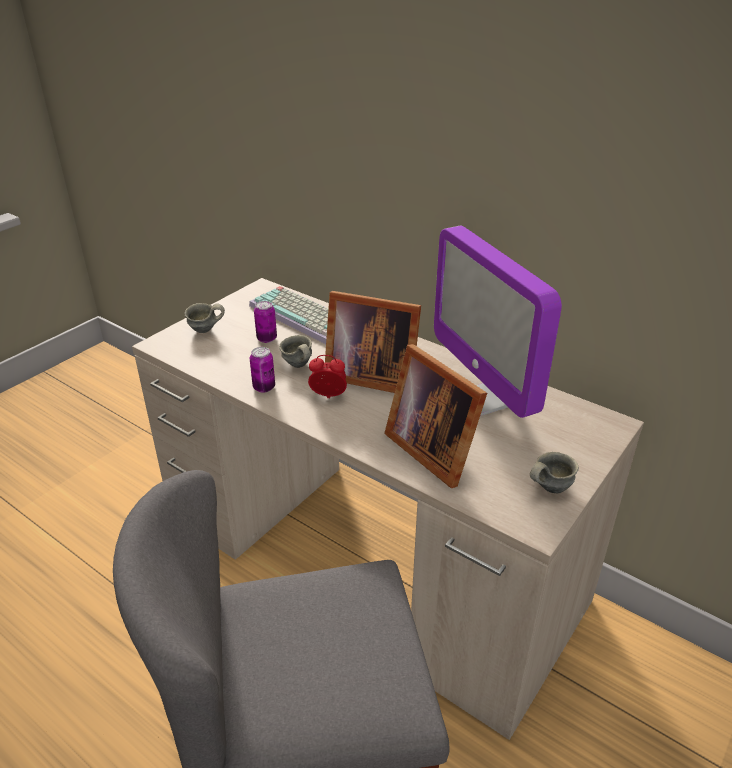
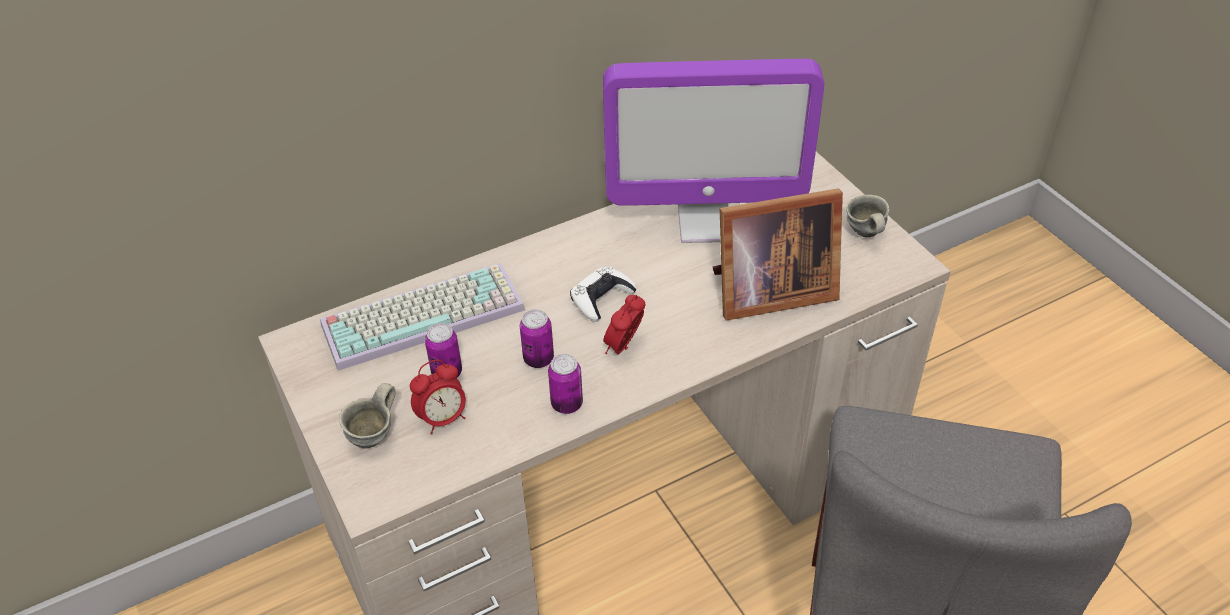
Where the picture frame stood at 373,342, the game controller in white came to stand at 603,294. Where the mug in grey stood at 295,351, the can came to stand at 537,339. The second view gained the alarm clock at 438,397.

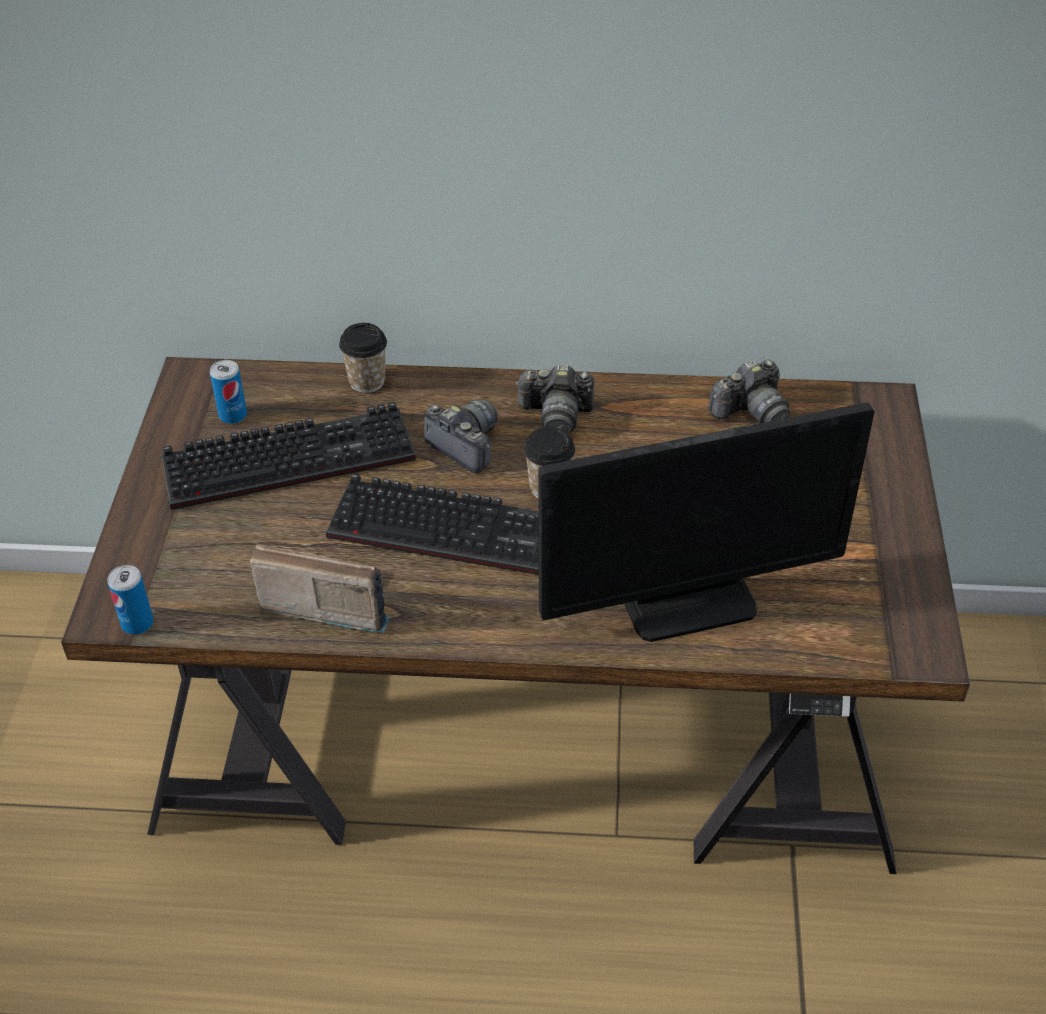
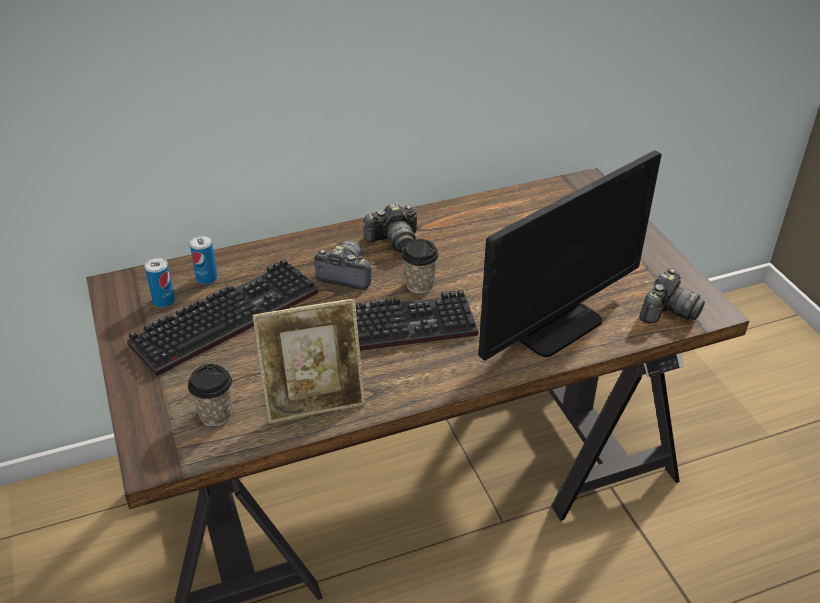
The cup ended up elsewhere, having gone from 363,358 to 210,395. The photo camera ended up elsewhere, having gone from 749,391 to 672,296. Where the radio stood at 319,588, the picture frame came to stand at 309,361. The can ended up elsewhere, having gone from 131,600 to 204,259.

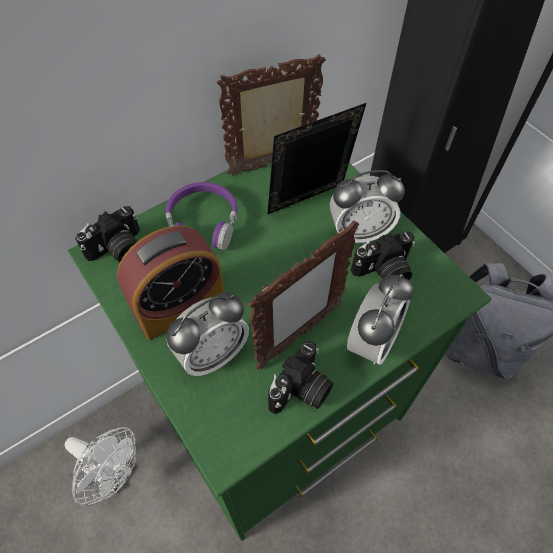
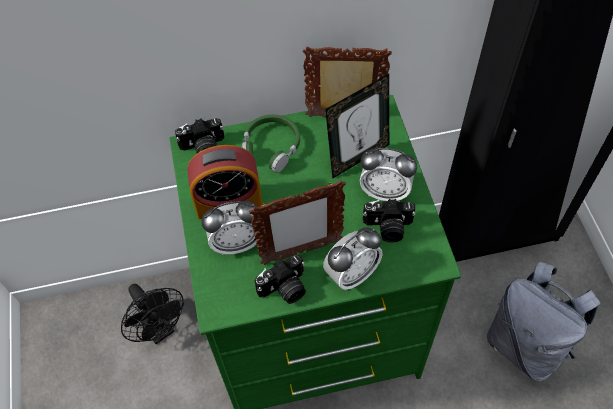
The picture frame at 316,159 ended up facing another way, 150 degrees clockwise from before. What was the headphones in purple at 201,216 turned into the headphones in green at 271,144. What was the fan in white at 100,466 turned into the fan in black at 152,314.

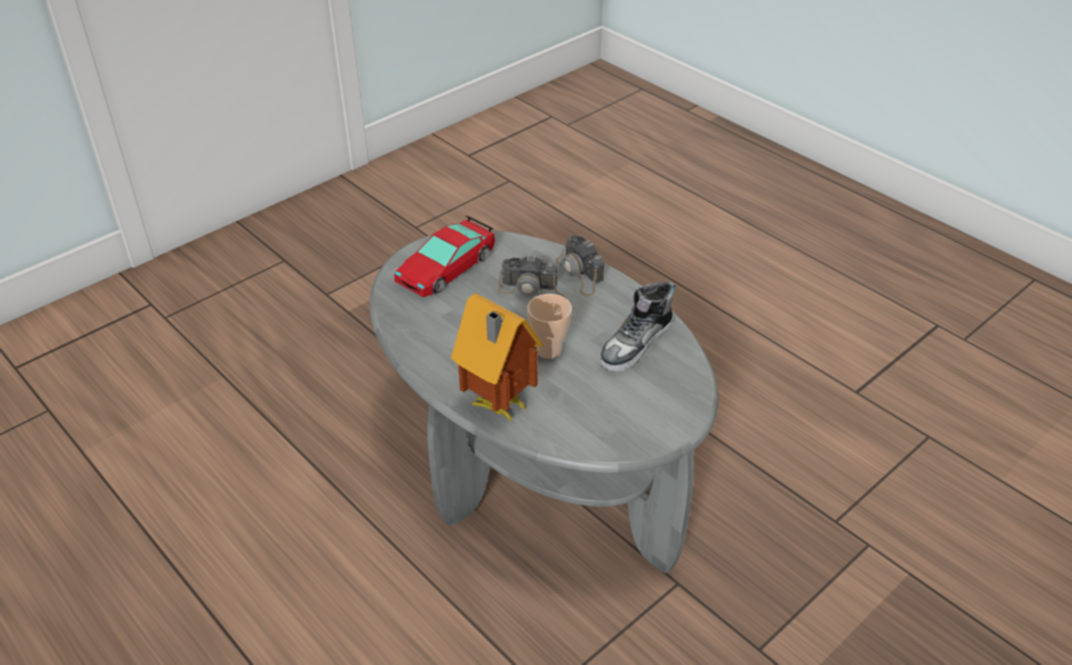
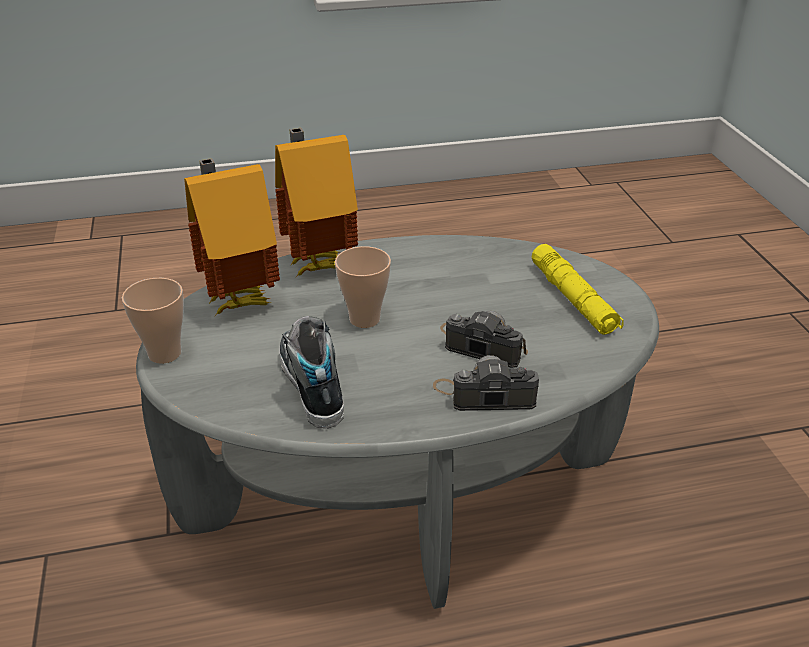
Where the toy car stood at 444,256, the flashlight in yellow came to stand at 578,289. The photo camera at 532,276 ended up facing another way, 75 degrees clockwise from before. The second view gained the toy house at 232,237. The second view gained the cup at 153,321.

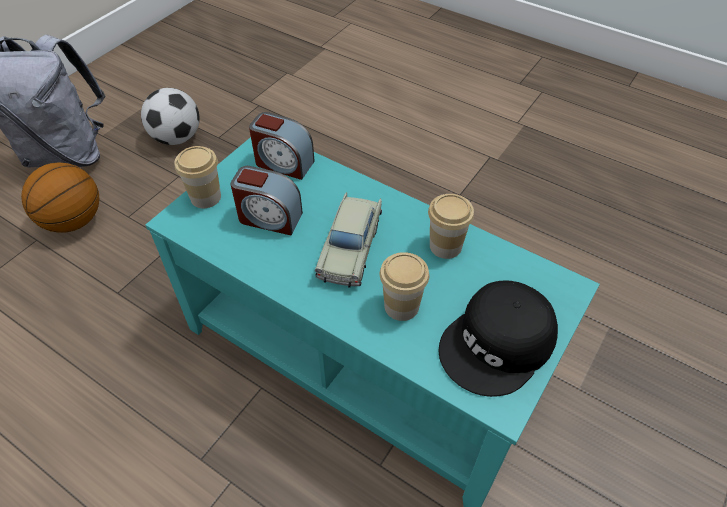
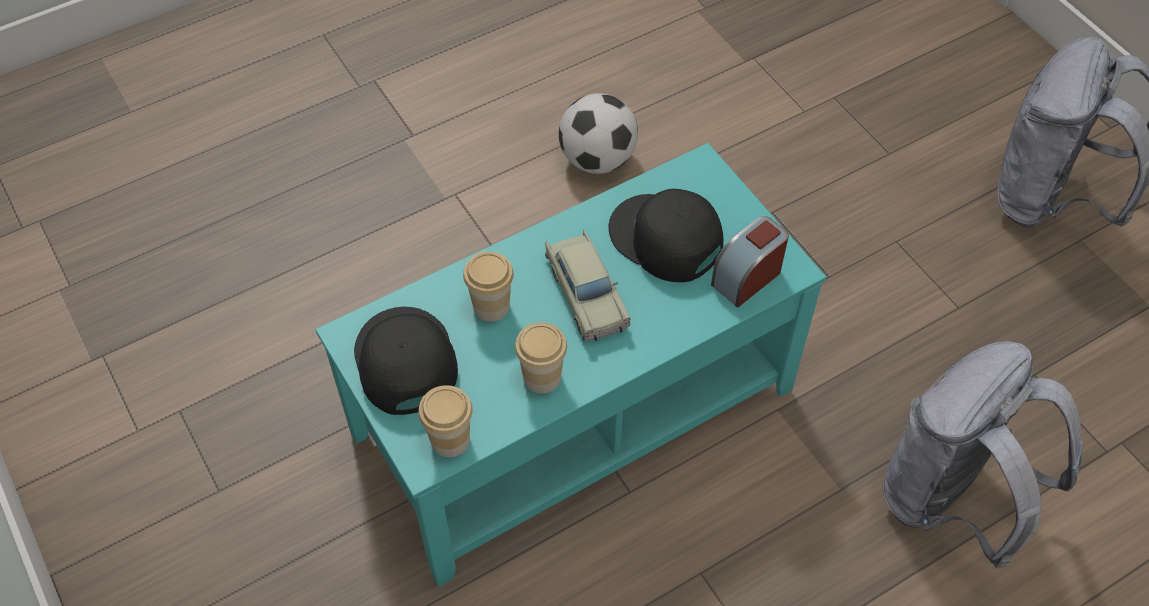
The football ended up elsewhere, having gone from 170,116 to 598,133. The cup ended up elsewhere, having gone from 197,177 to 445,421. The second view lost the basketball at 60,198. Where the alarm clock stood at 267,200, the cap in black came to stand at 666,235. The toy car in beige at 348,240 ended up facing another way, 150 degrees counterclockwise from before. The second view gained the backpack in grey at 983,454.

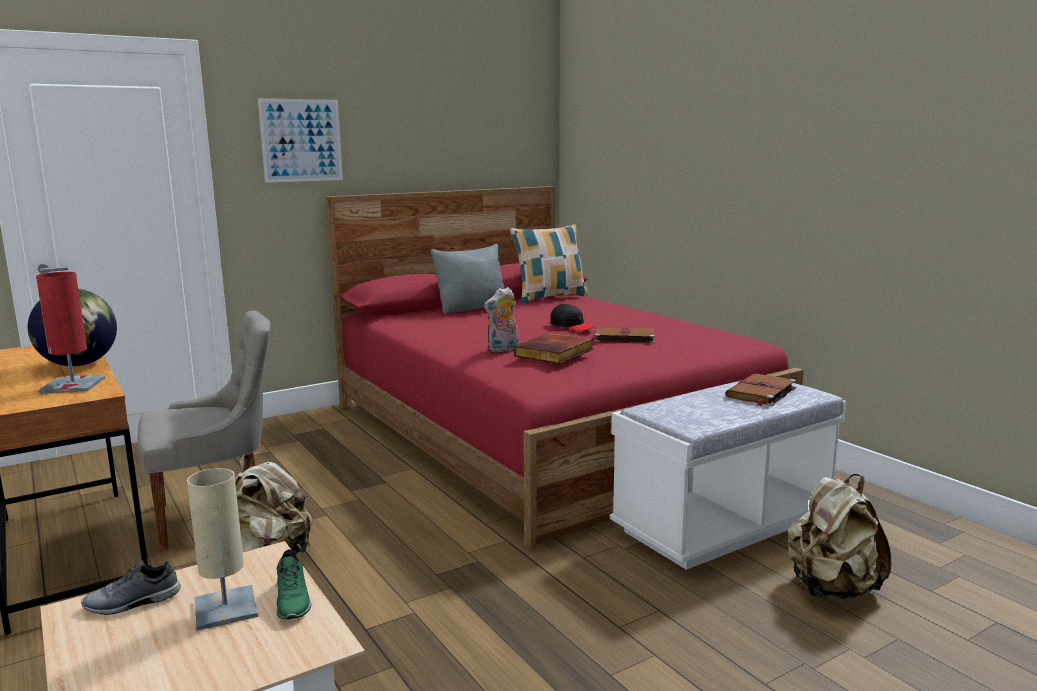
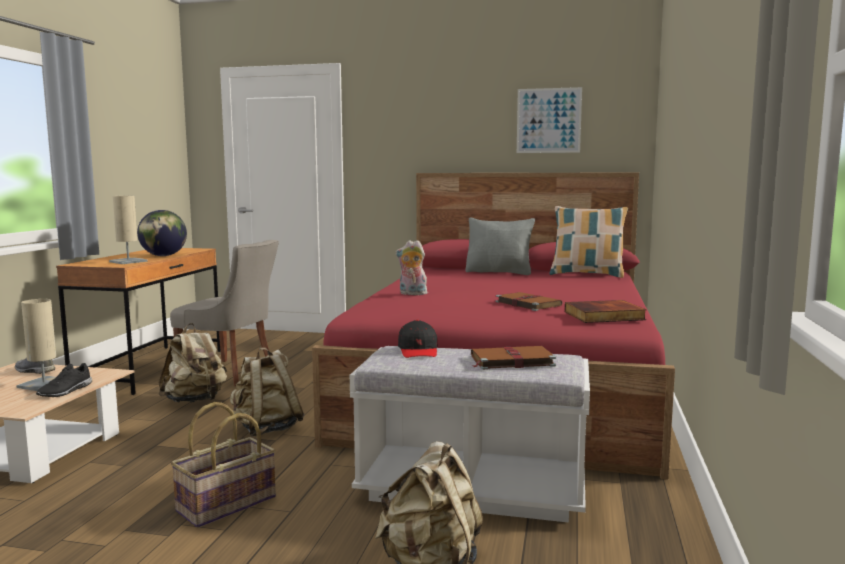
The picture ended up elsewhere, having gone from 300,140 to 549,120. What was the table lamp in red at 70,332 turned into the table lamp in beige at 128,230. The cap in black ended up elsewhere, having gone from 572,317 to 418,339. The book ended up elsewhere, having gone from 554,348 to 606,311. What was the shoe in green at 294,584 turned into the shoe in black at 64,380. The second view gained the backpack in beige at 267,391. The second view gained the basket at 223,465.

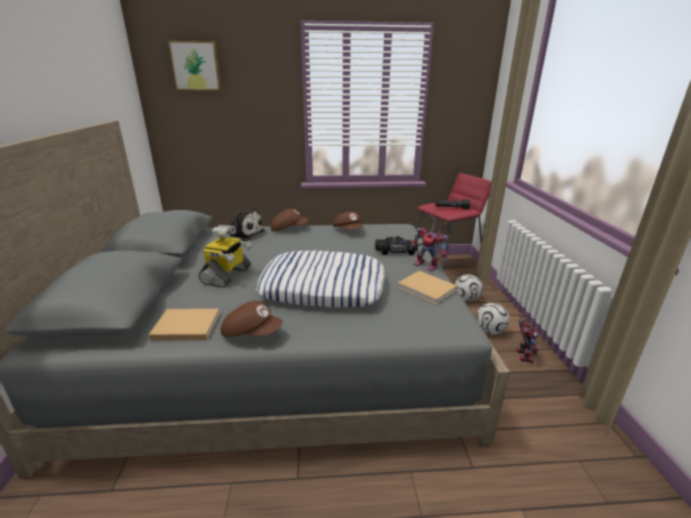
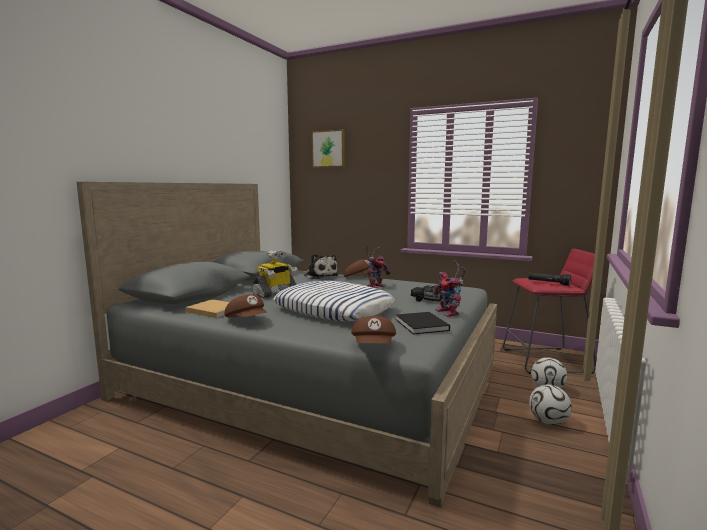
The cap in brown ended up elsewhere, having gone from 348,221 to 373,330. What was the book in beige at 427,288 turned into the book in black at 422,323. The toy robot ended up elsewhere, having gone from 528,338 to 378,267.

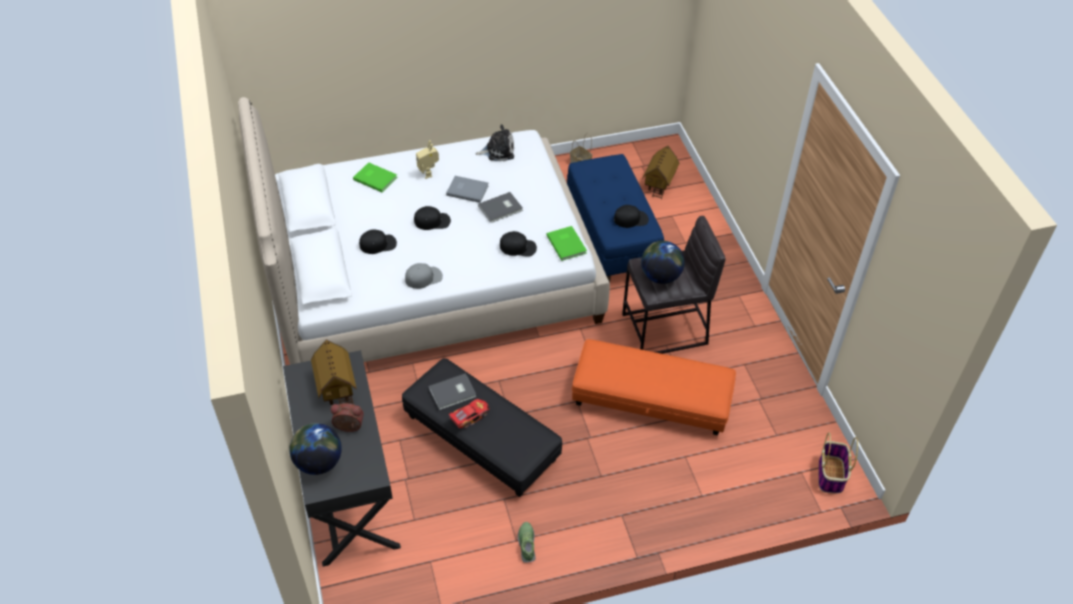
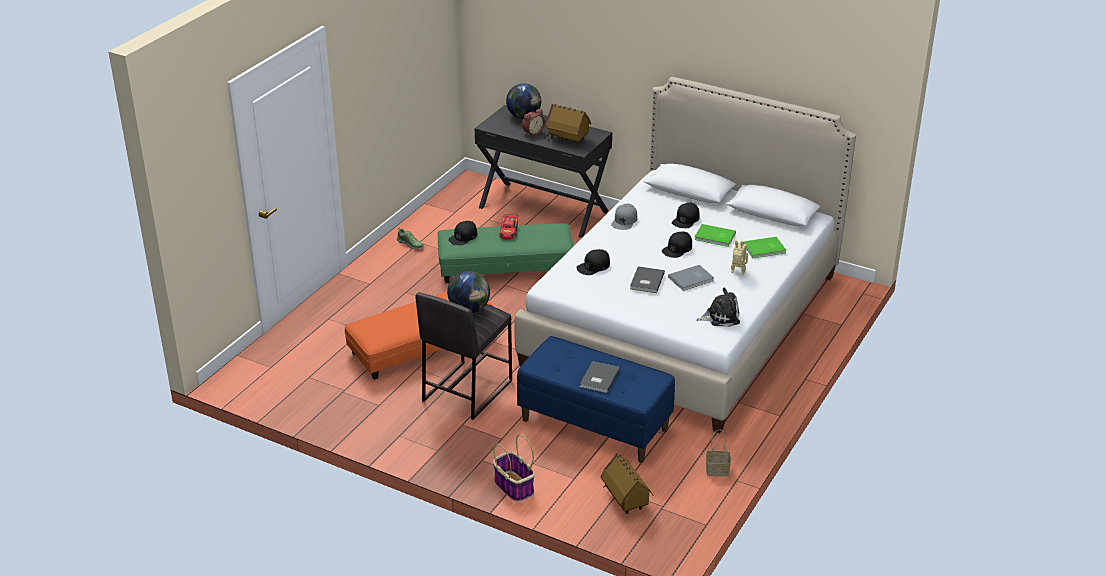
The plush toy at 495,142 ended up facing another way, 135 degrees counterclockwise from before. The cap in black ended up elsewhere, having gone from 631,216 to 462,233. The book in green ended up elsewhere, having gone from 566,243 to 715,235. What was the ottoman in black at 482,427 turned into the ottoman in green at 505,253. The book in grey ended up elsewhere, having gone from 452,391 to 600,377. The basket ended up elsewhere, having gone from 838,463 to 514,468.

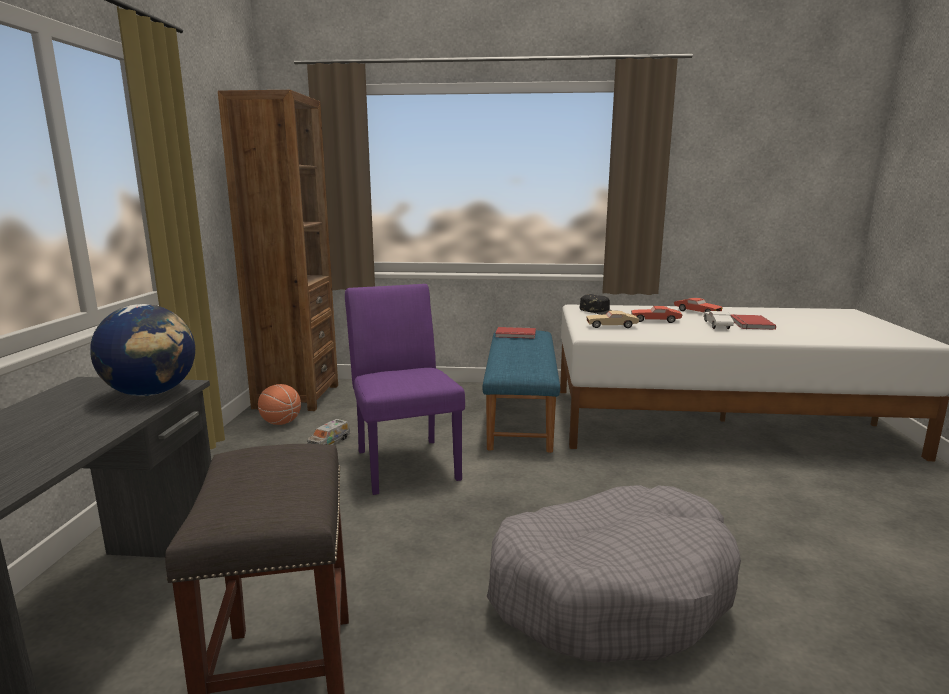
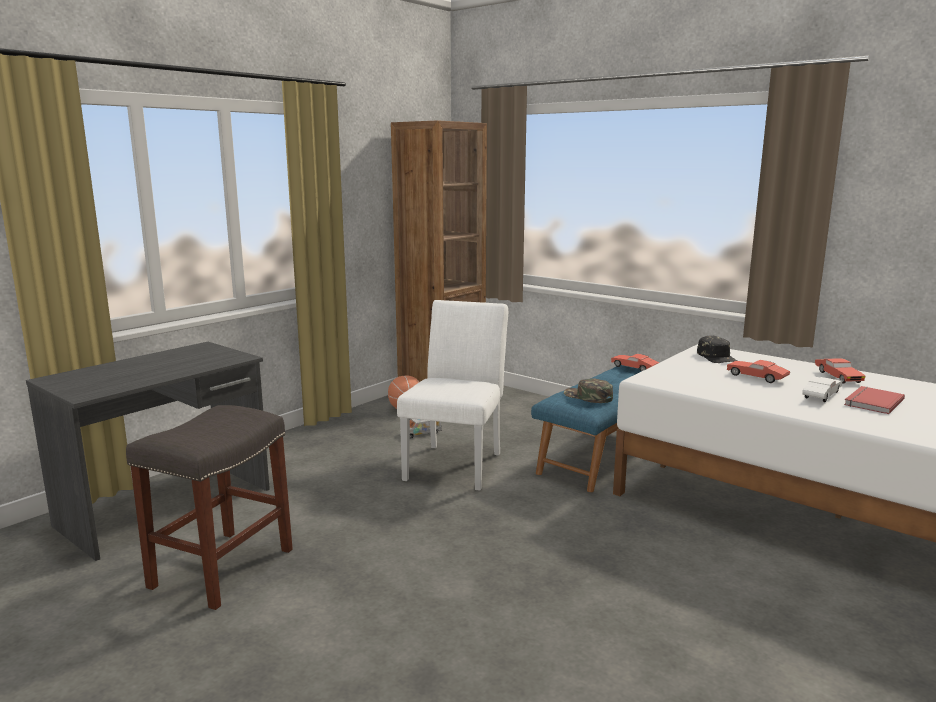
What was the chair in purple at 405,389 turned into the chair in white at 452,395. The second view lost the globe at 142,350. The second view lost the toy car in beige at 612,319. Where the book in red stood at 515,333, the toy car in red came to stand at 635,363. The second view lost the dog bed in grey at 614,574. The second view gained the cap in green at 588,390.

